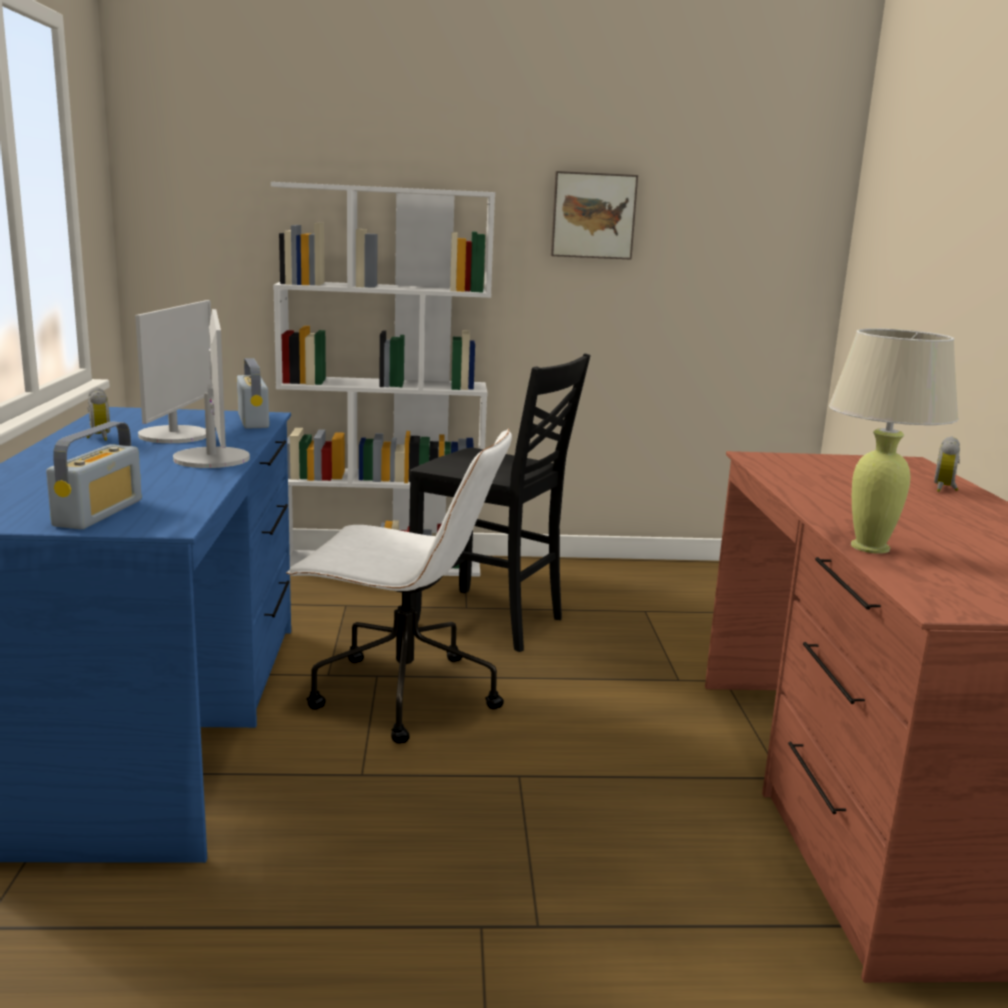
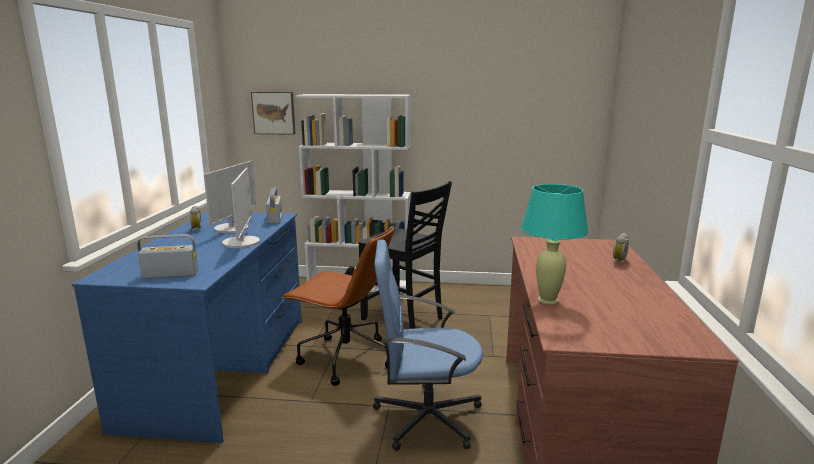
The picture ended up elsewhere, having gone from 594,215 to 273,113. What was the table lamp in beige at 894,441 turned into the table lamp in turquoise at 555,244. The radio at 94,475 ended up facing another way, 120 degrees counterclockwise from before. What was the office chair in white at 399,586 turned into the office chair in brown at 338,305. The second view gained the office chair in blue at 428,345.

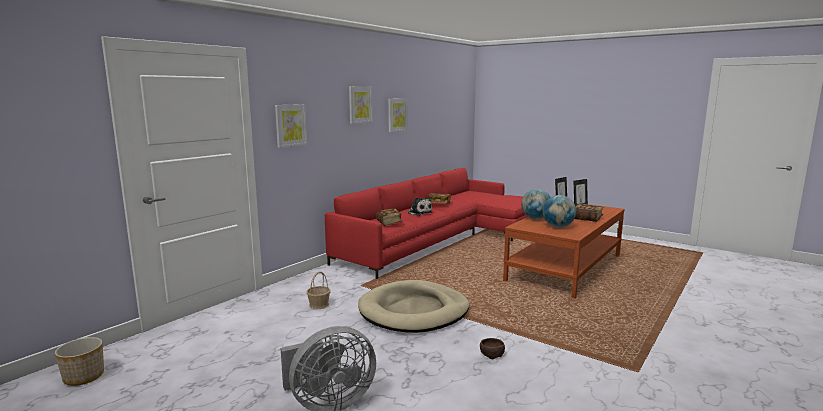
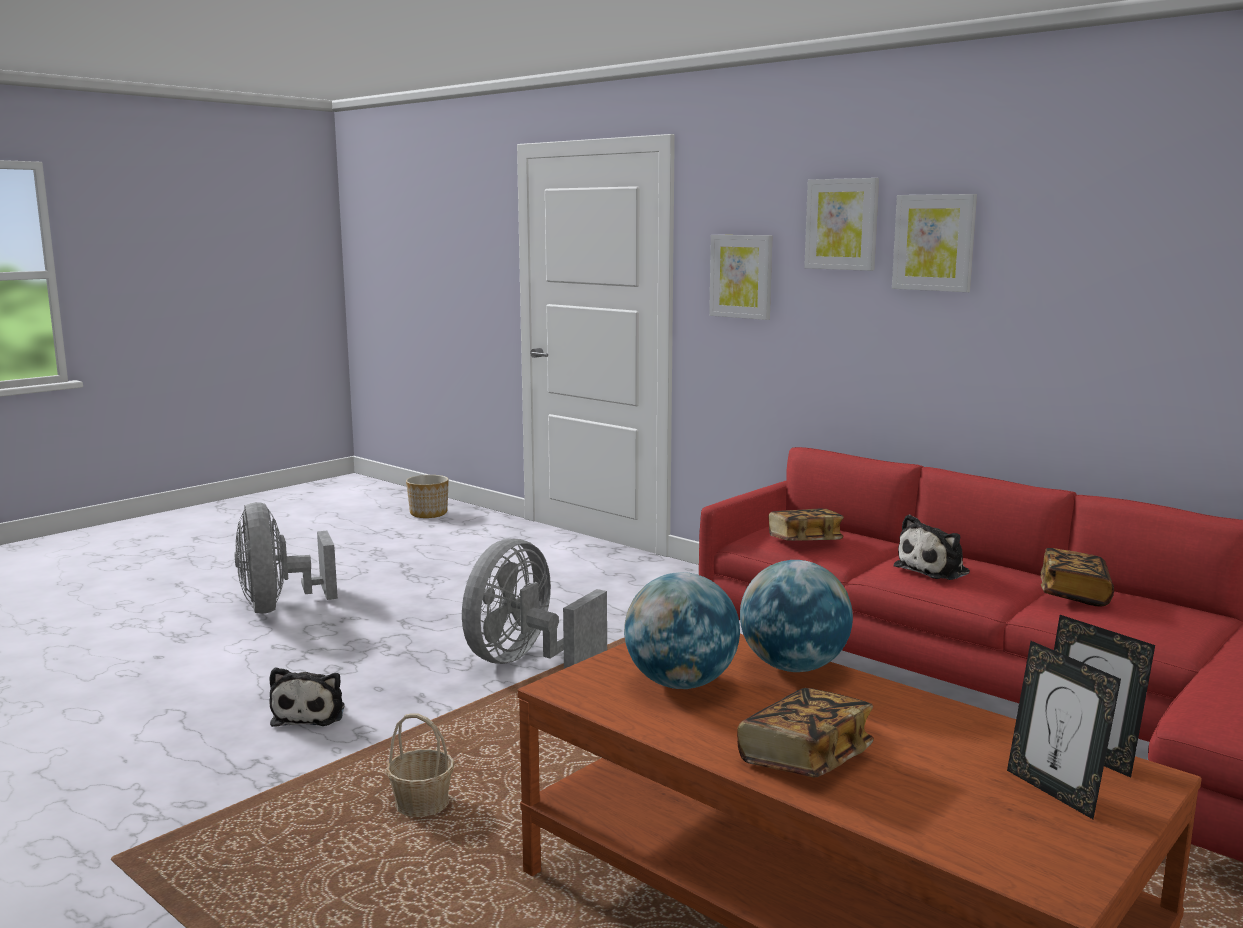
The picture ended up elsewhere, having gone from 398,115 to 841,224. The basket ended up elsewhere, having gone from 318,290 to 420,765. Where the dog bed in beige stood at 414,306, the fan in grey came to stand at 534,604. Where the bowl in brown stood at 492,348, the plush toy came to stand at 306,697.

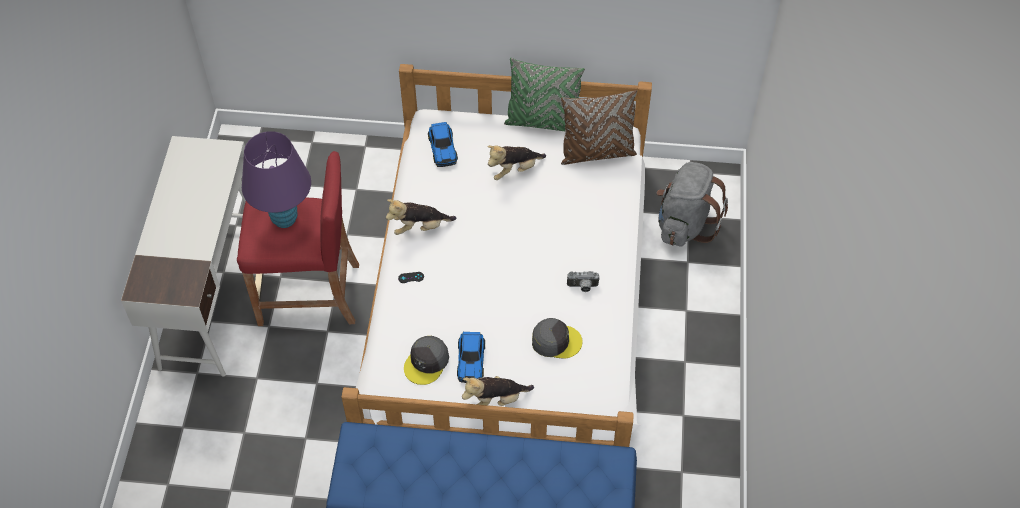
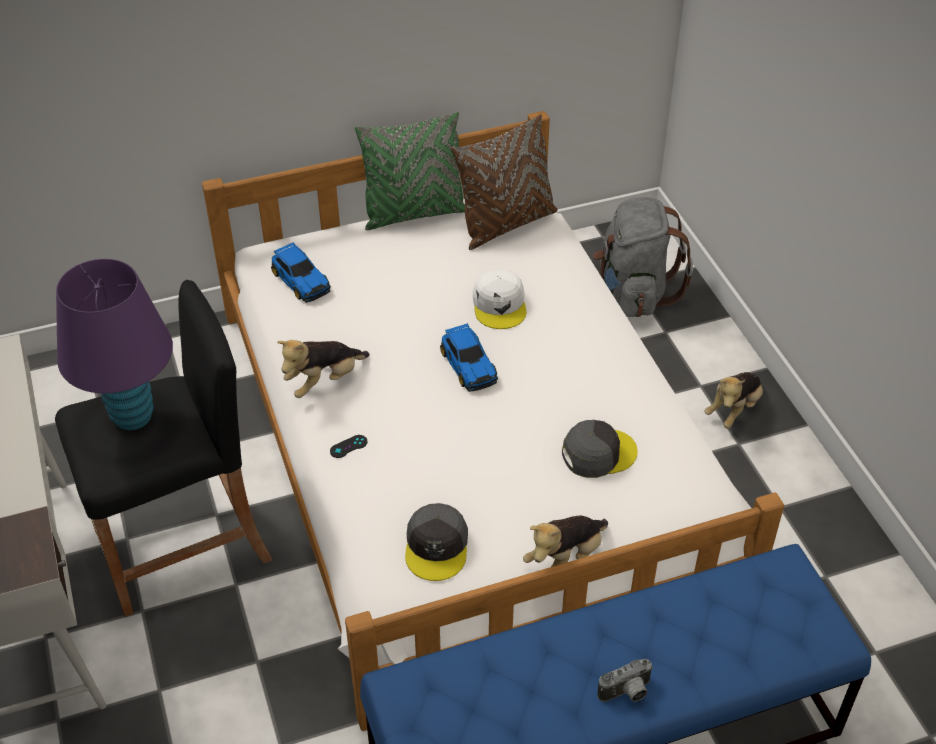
The plush toy ended up elsewhere, having gone from 516,162 to 733,400. What was the stool in red at 298,238 turned into the stool in black at 163,448. The photo camera ended up elsewhere, having gone from 583,281 to 625,680. The toy car ended up elsewhere, having gone from 471,357 to 469,357. The second view gained the cap in white at 499,299.

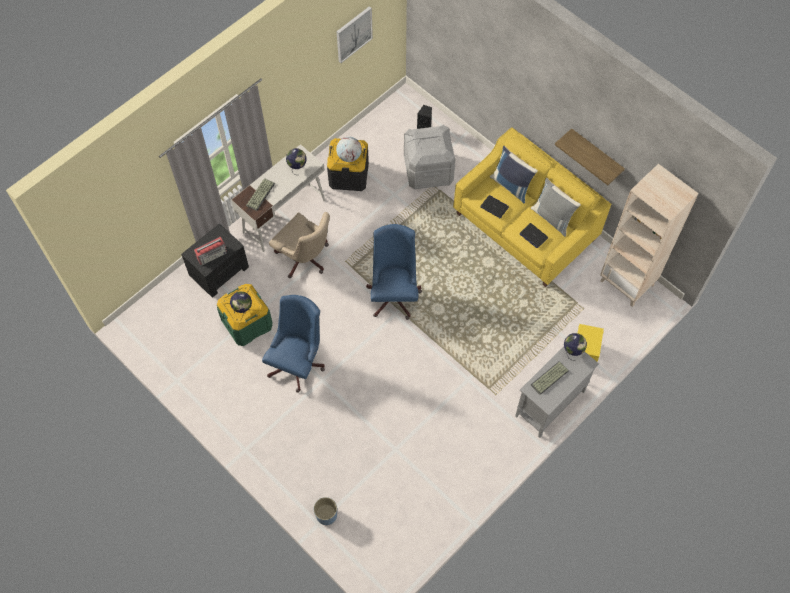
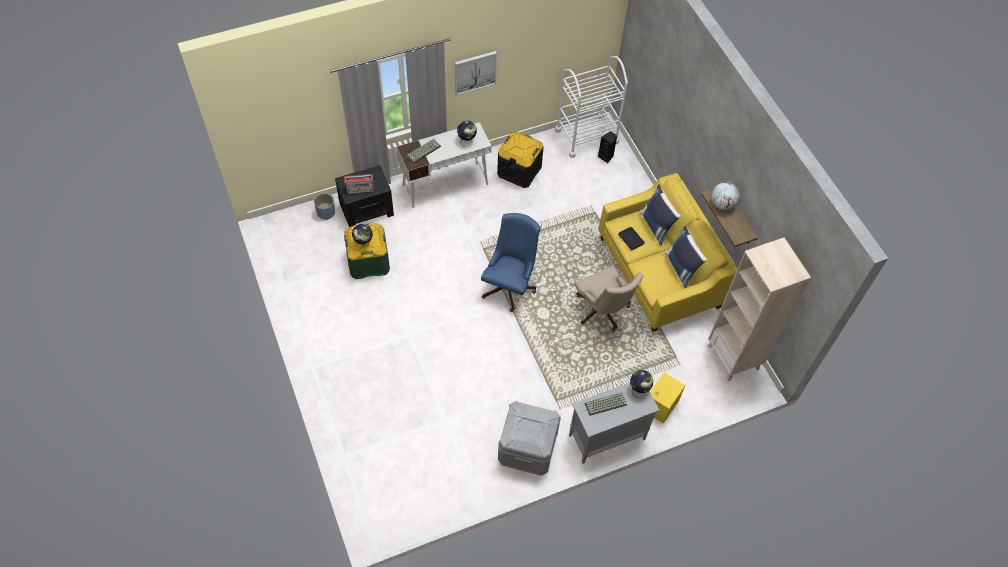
The picture ended up elsewhere, having gone from 354,34 to 476,73. The storage box in grey ended up elsewhere, having gone from 430,157 to 529,438. The globe ended up elsewhere, having gone from 349,149 to 726,196. What was the pillow in grey at 556,207 turned into the pillow in blue at 686,256. The office chair in beige ended up elsewhere, having gone from 299,245 to 609,298. The second view lost the laptop at 534,235. The second view lost the office chair in blue at 293,344. The planter in blue ended up elsewhere, having gone from 325,511 to 324,206. The second view gained the cart in white at 591,107.

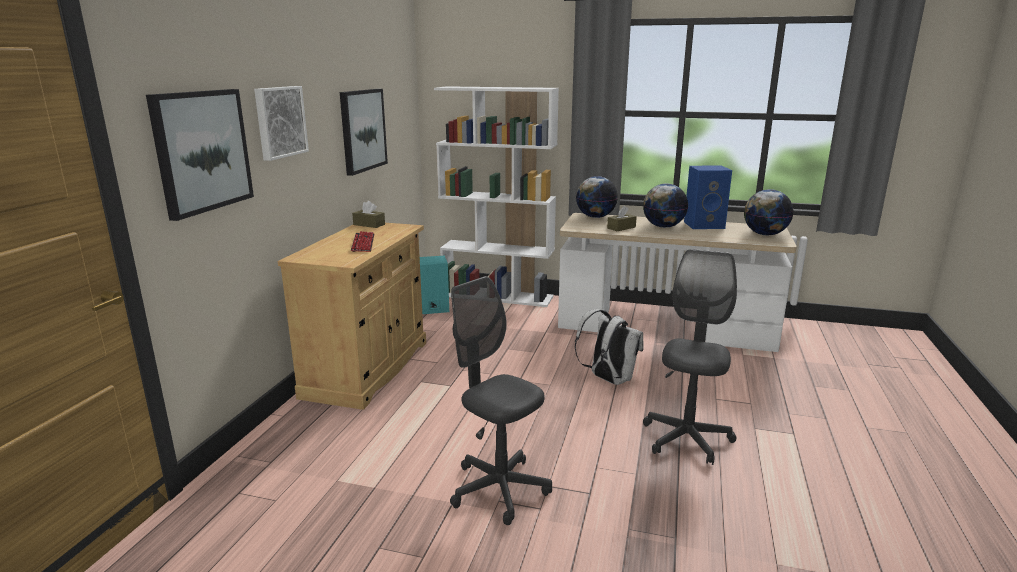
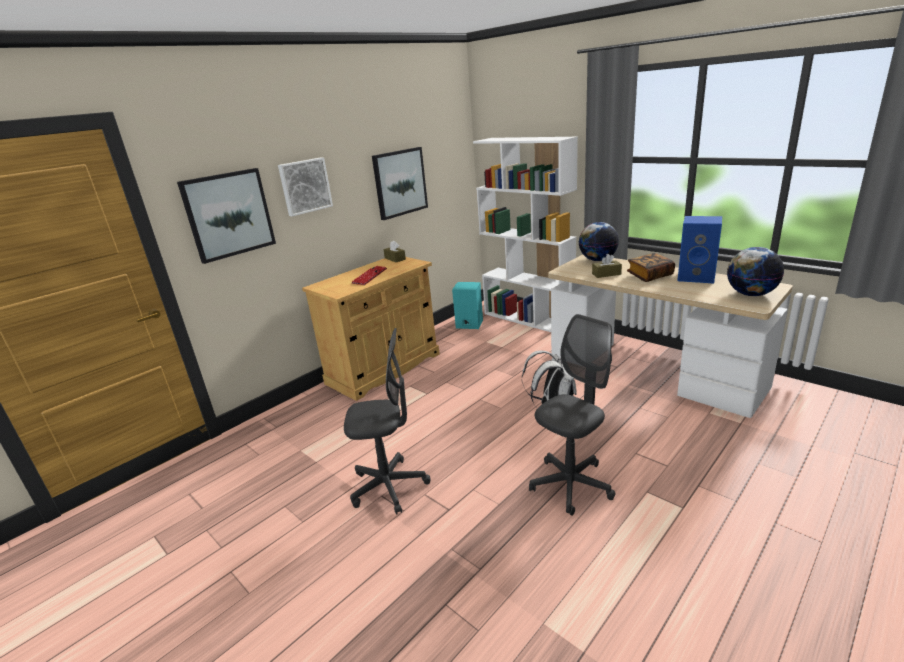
Where the globe stood at 665,205, the book came to stand at 651,267. The office chair in grey at 501,400 ended up facing another way, 105 degrees clockwise from before.

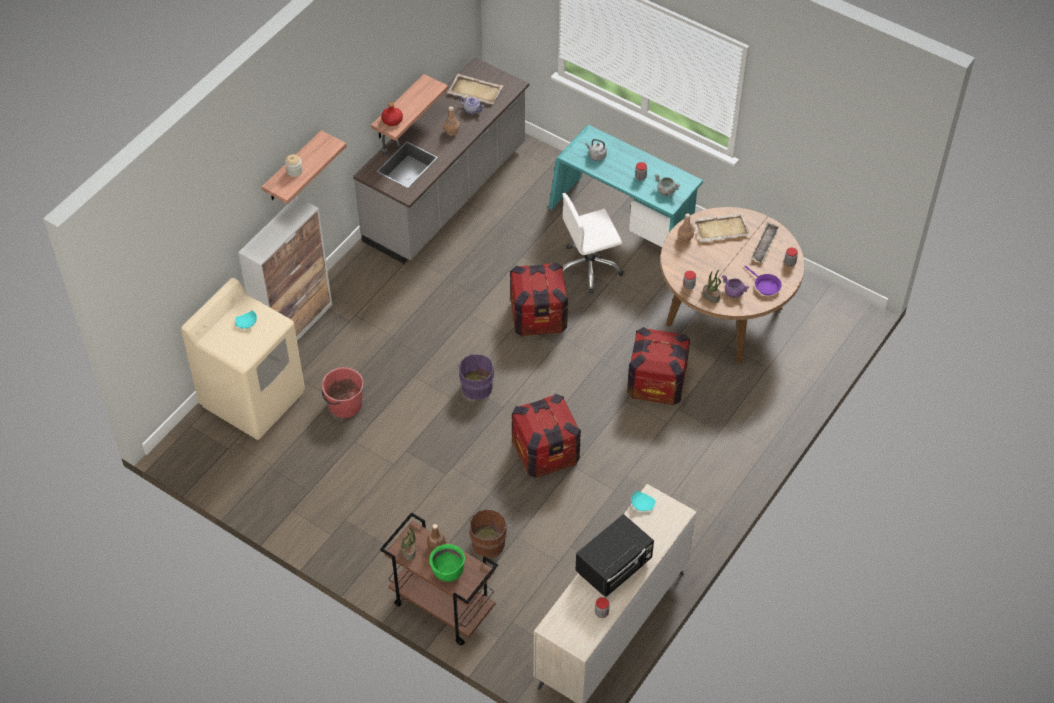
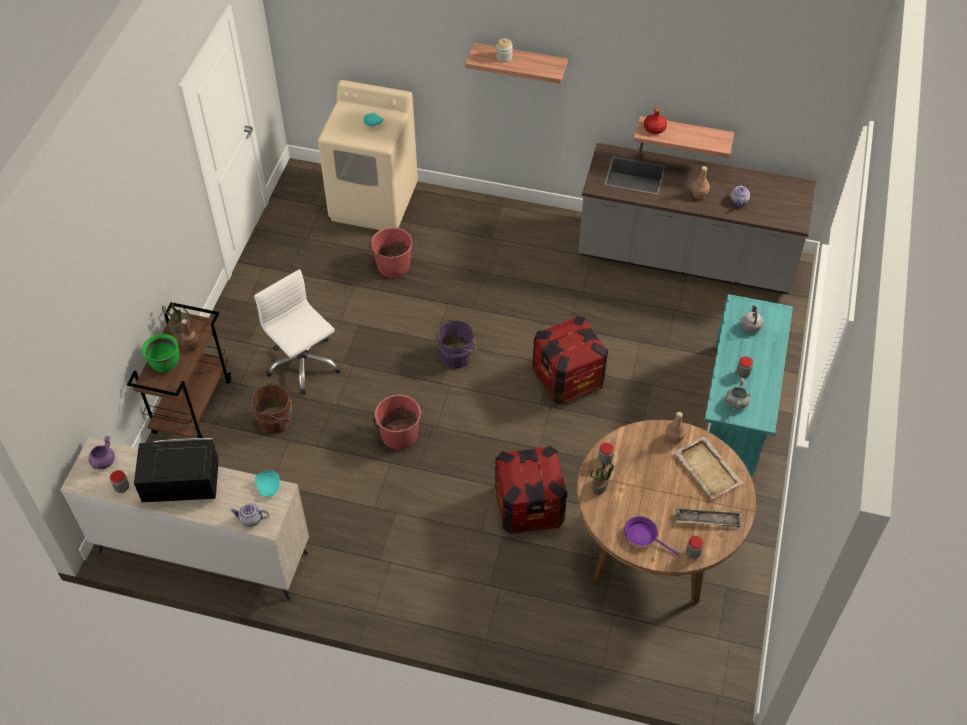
The second view lost the tray in beige at 475,89. The office chair in white ended up elsewhere, having gone from 593,243 to 297,331. The second view lost the cabinet at 285,268. The frying pan in purple at 763,280 ended up facing another way, 90 degrees clockwise from before. The cooking pot in purple ended up elsewhere, having gone from 735,286 to 102,452. Where the crate stood at 546,436, the bucket in red came to stand at 397,422. The microwave in black at 615,555 ended up facing another way, 150 degrees clockwise from before. The second view gained the teapot at 249,515.

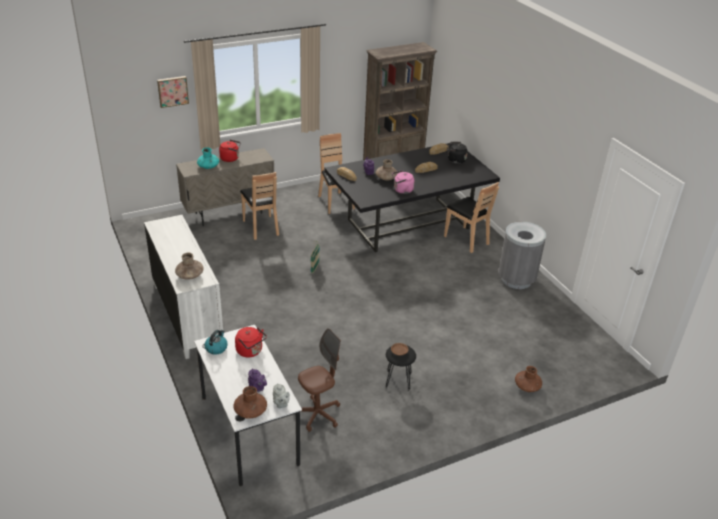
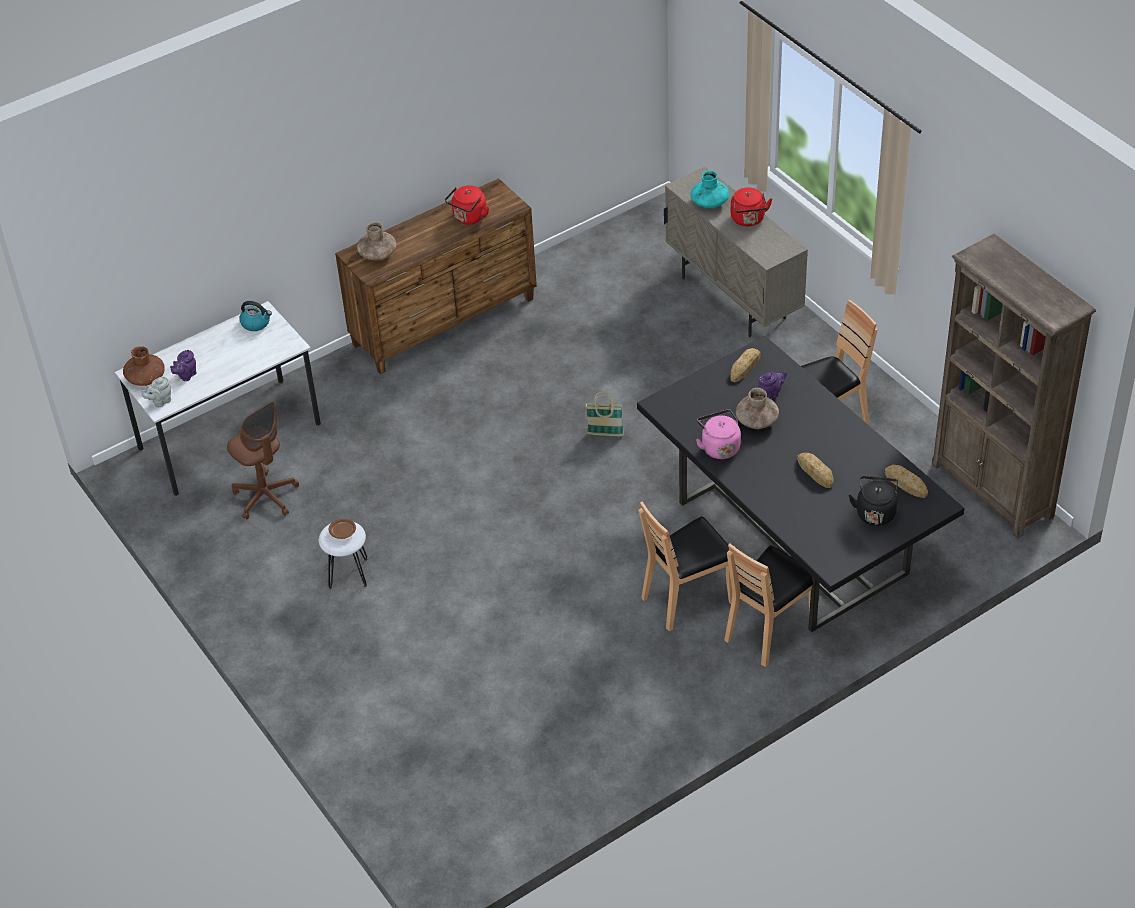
The second view lost the picture at 173,92. The chair in brown ended up elsewhere, having gone from 259,206 to 685,566. What was the dresser in white at 183,287 turned into the dresser in brown at 436,276. The second view lost the trash can in grey at 522,255. The kettle in red ended up elsewhere, having gone from 251,342 to 467,204. What was the stool in black at 401,368 turned into the stool in white at 343,555. The second view lost the vase in brown at 528,379.

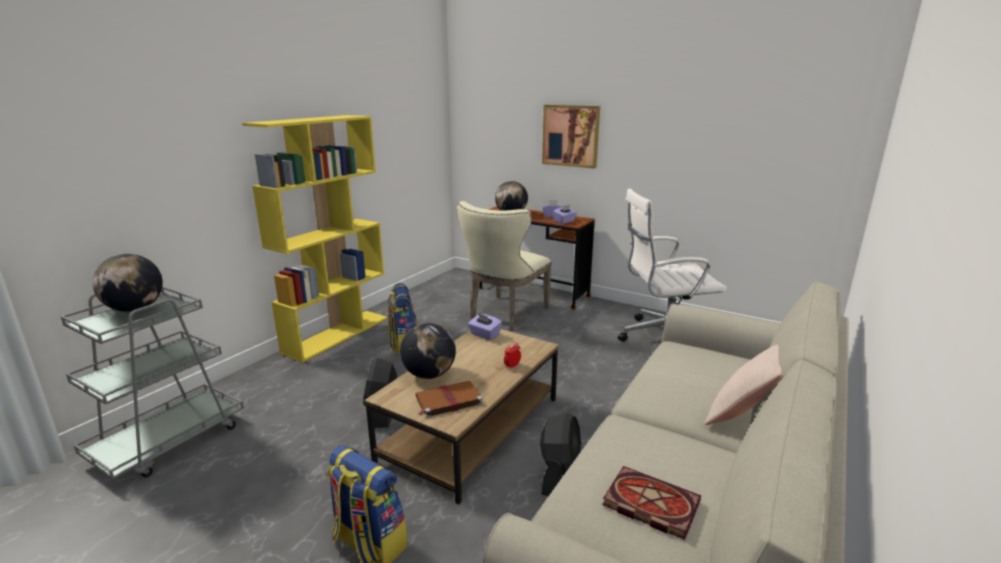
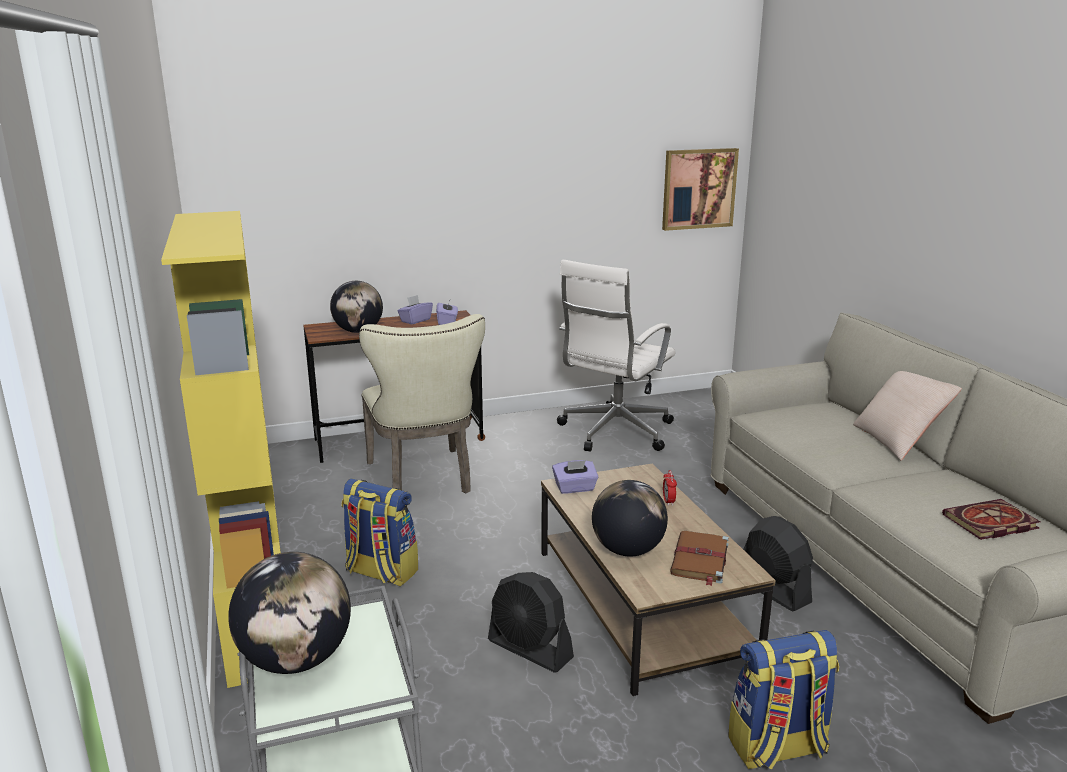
The picture ended up elsewhere, having gone from 571,137 to 700,189.

